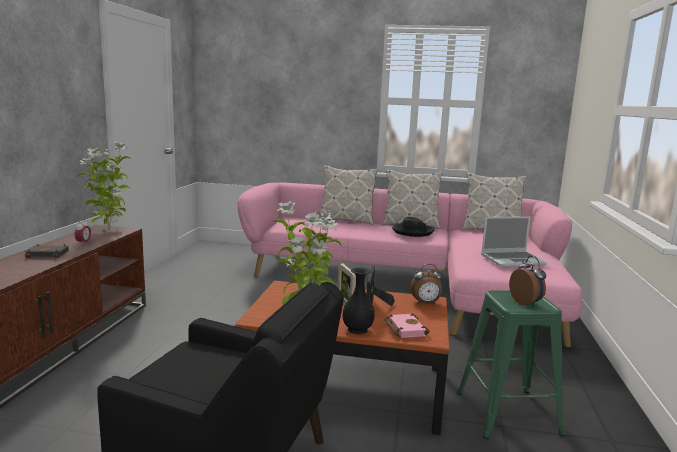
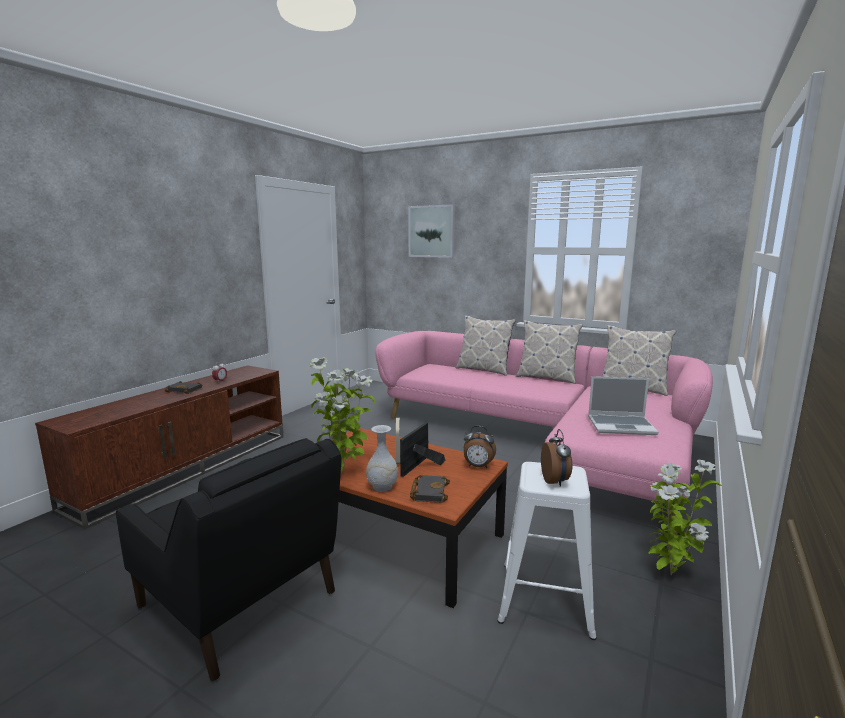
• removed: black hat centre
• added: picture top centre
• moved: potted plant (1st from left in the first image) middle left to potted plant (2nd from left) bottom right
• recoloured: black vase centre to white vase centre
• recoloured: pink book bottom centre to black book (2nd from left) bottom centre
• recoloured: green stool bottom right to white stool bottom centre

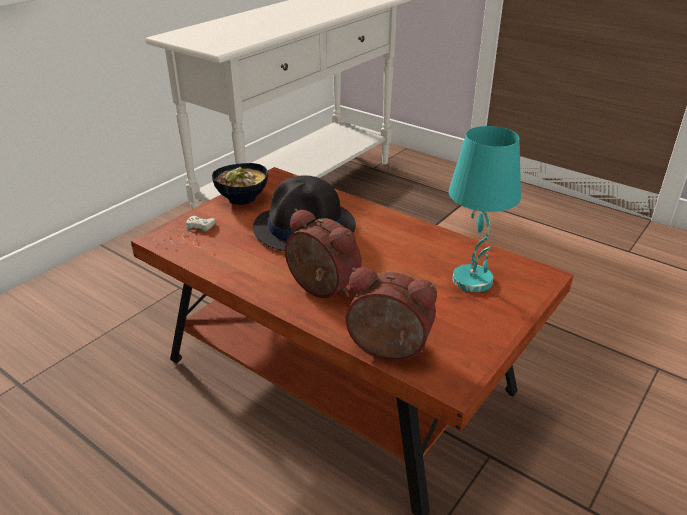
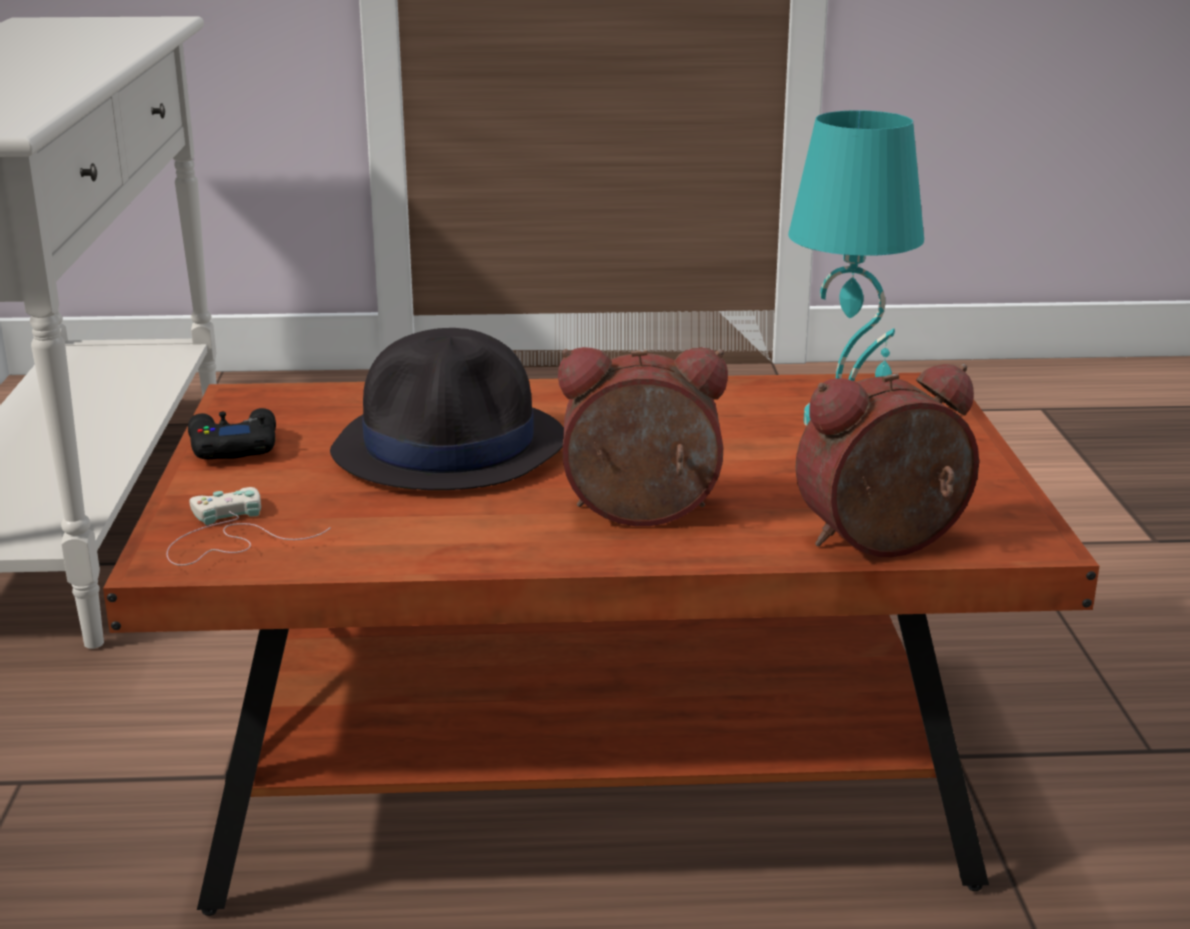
• replaced: bowl centre to black game controller middle left

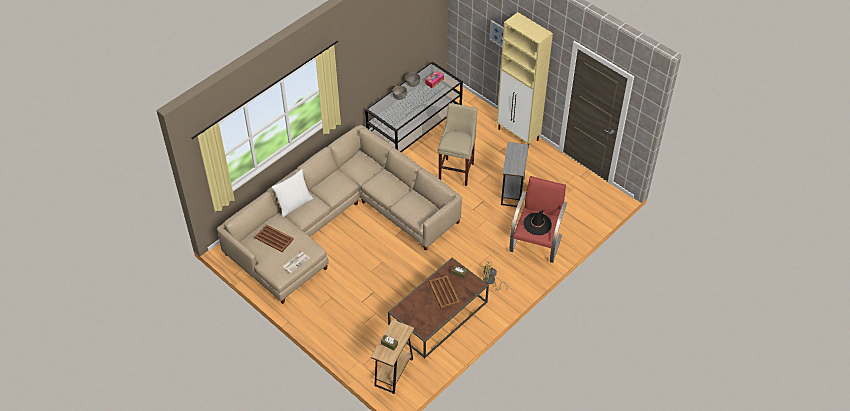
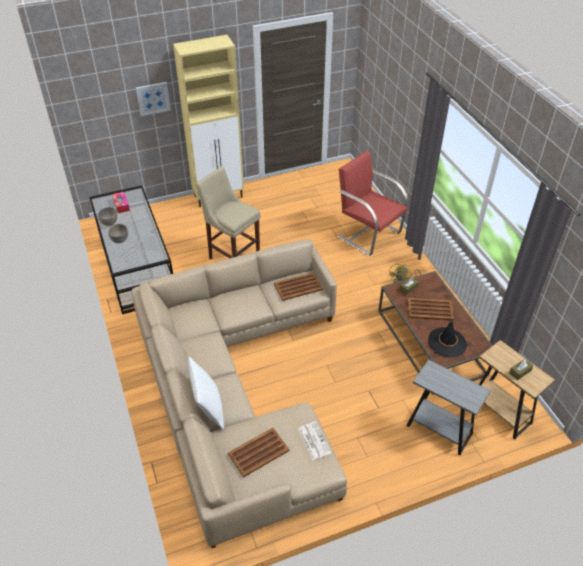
• added: brown tray (2nd from left) centre
• moved: grey side table centre to bottom right
• moved: black hat centre to middle right

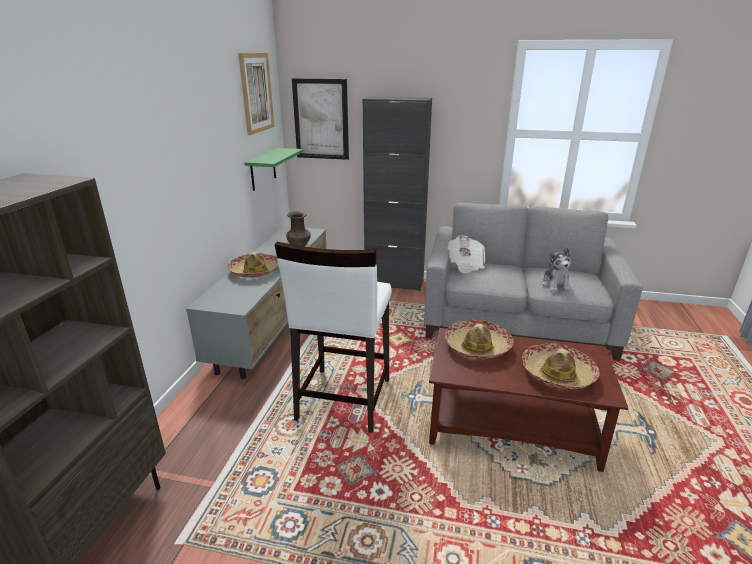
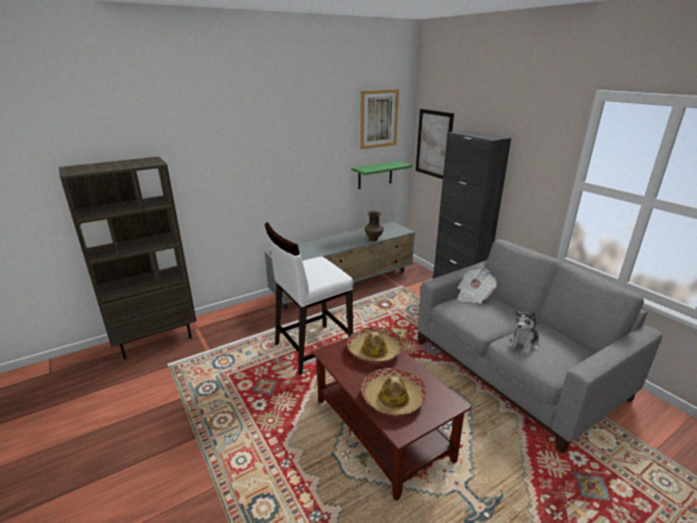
• removed: hat (1st from left) centre

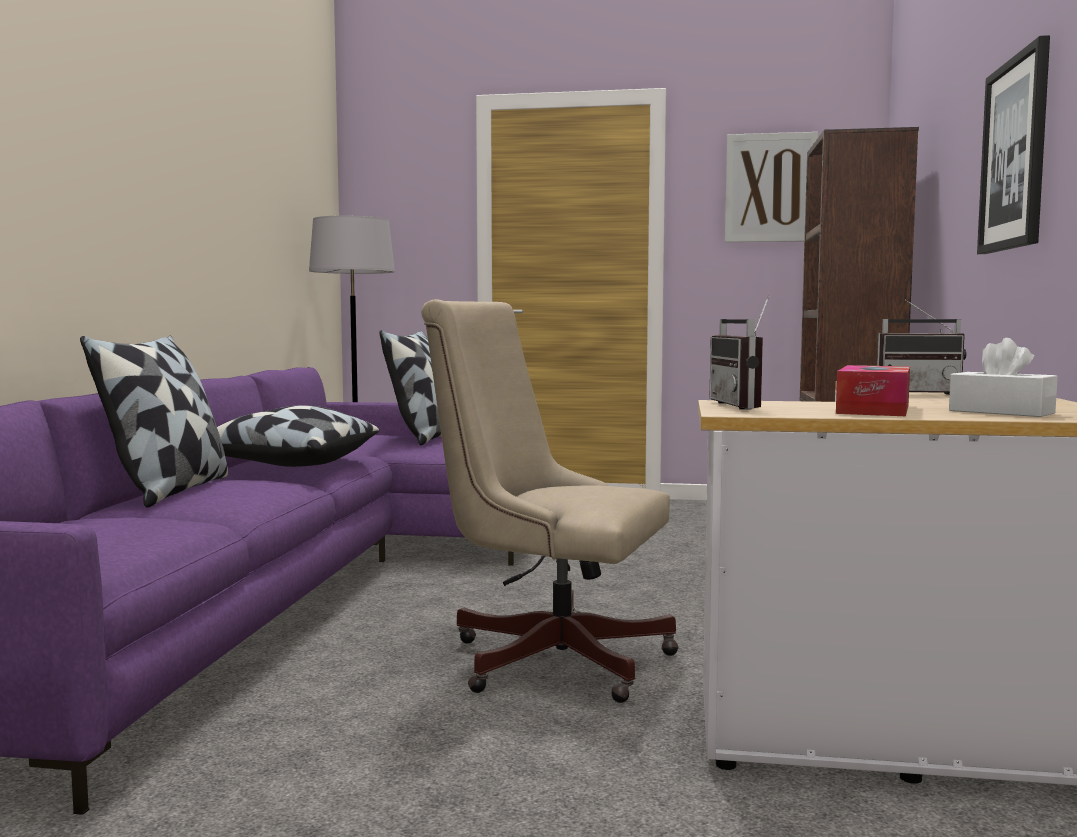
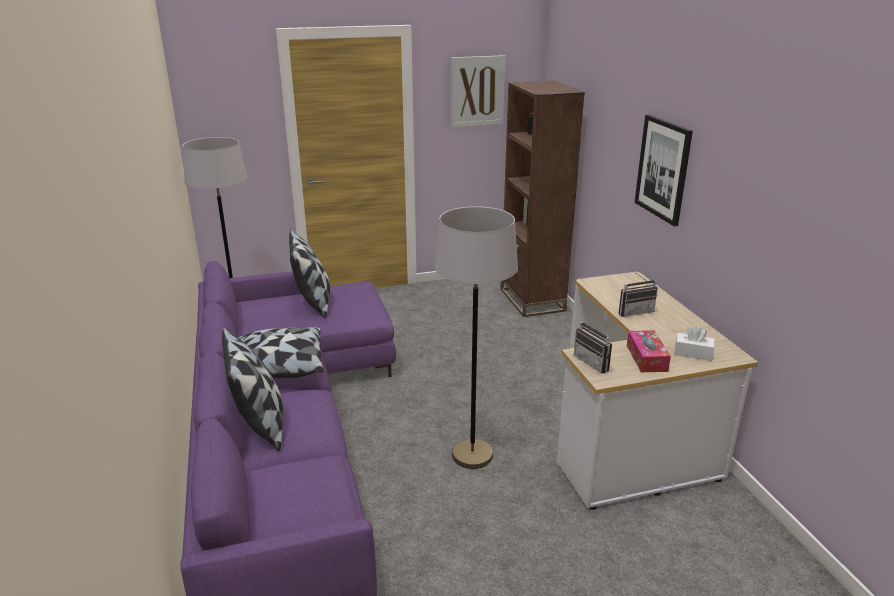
• replaced: beige office chair centre to grey floor lamp (2nd from left) centre

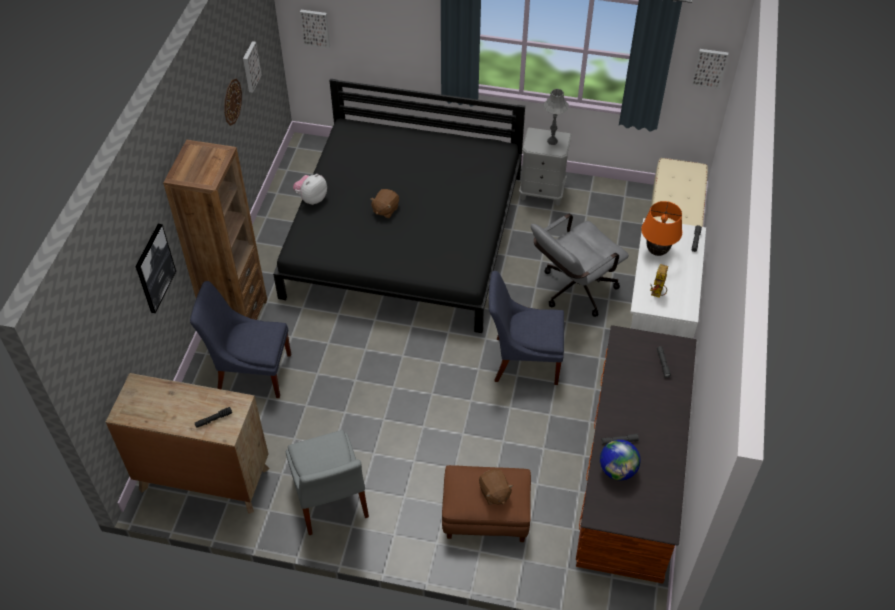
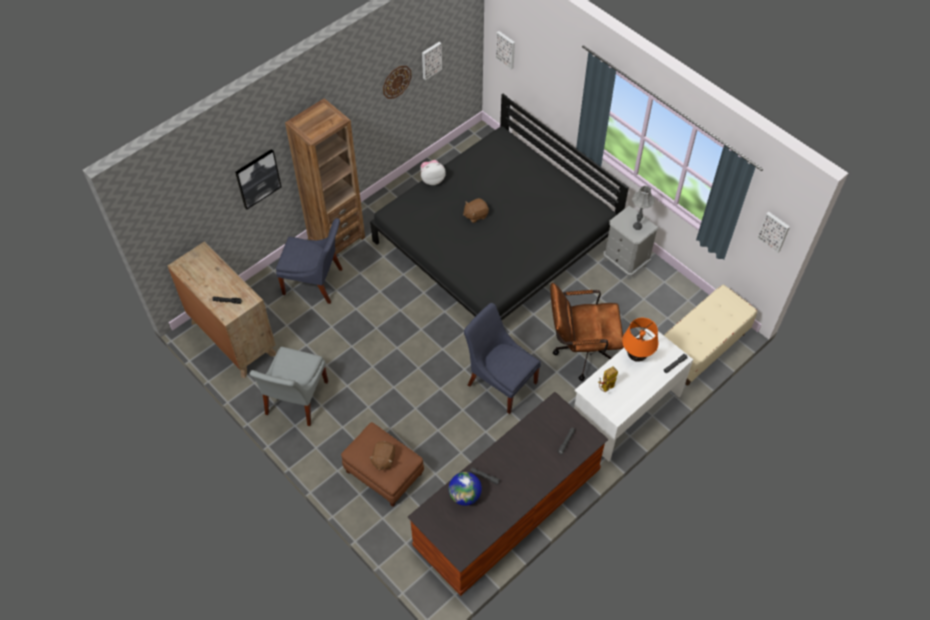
• recoloured: grey office chair centre to brown office chair centre
• turned: blue chair (1st from left) middle left = middle left 150 degrees clockwise

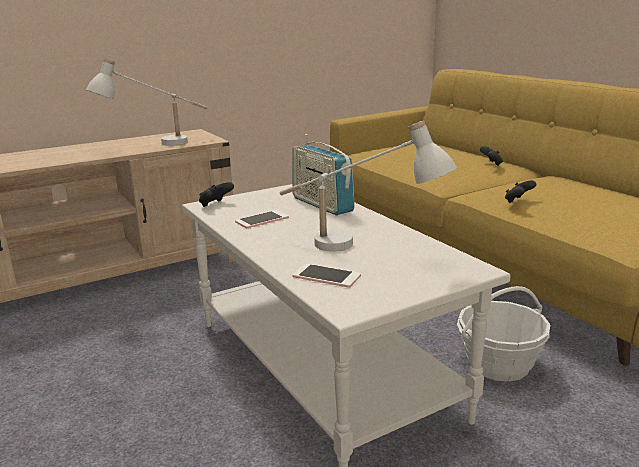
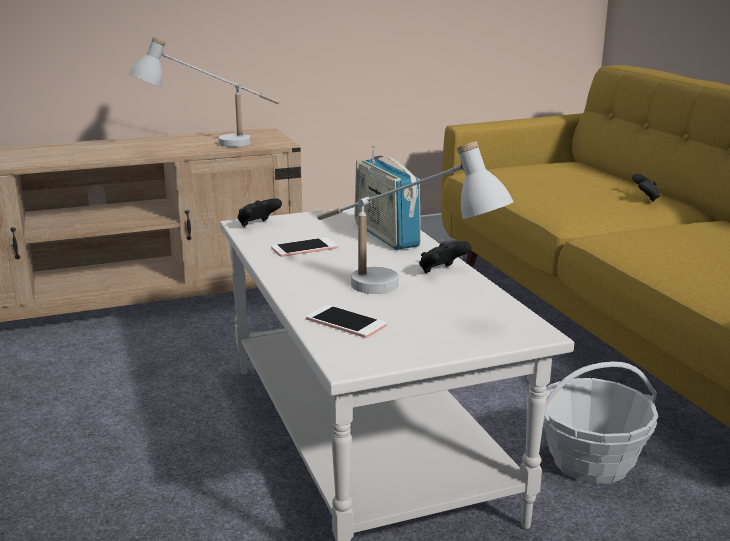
• moved: black game controller (3rd from left in the first image) middle right to black game controller (2nd from left) centre

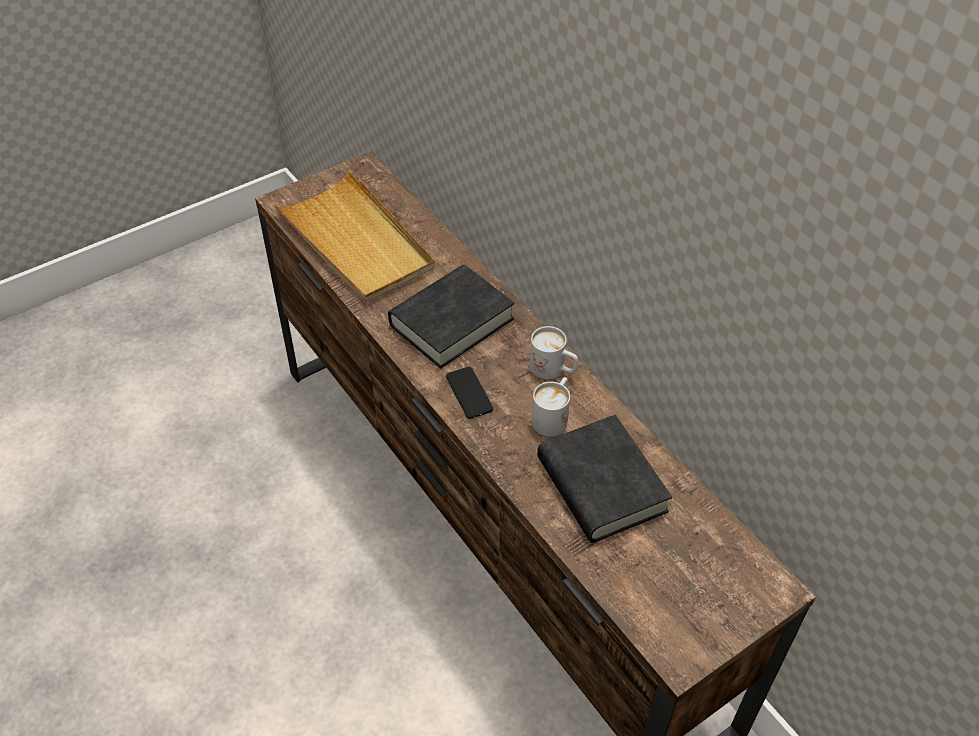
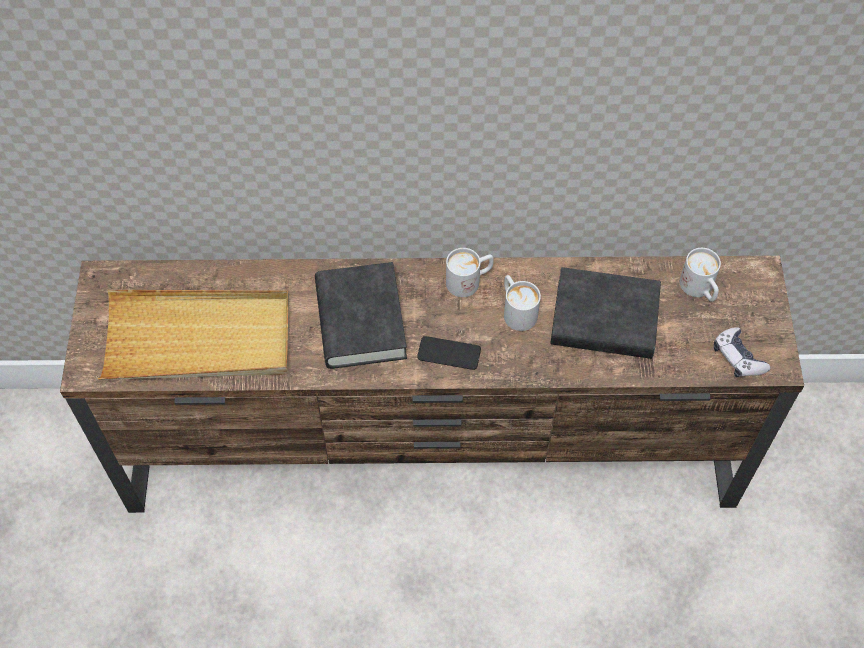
• added: white mug (3rd from left) middle right
• added: game controller middle right

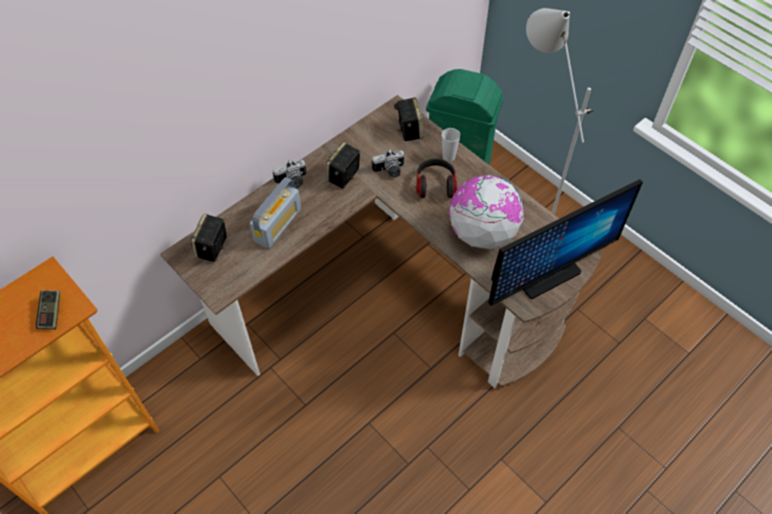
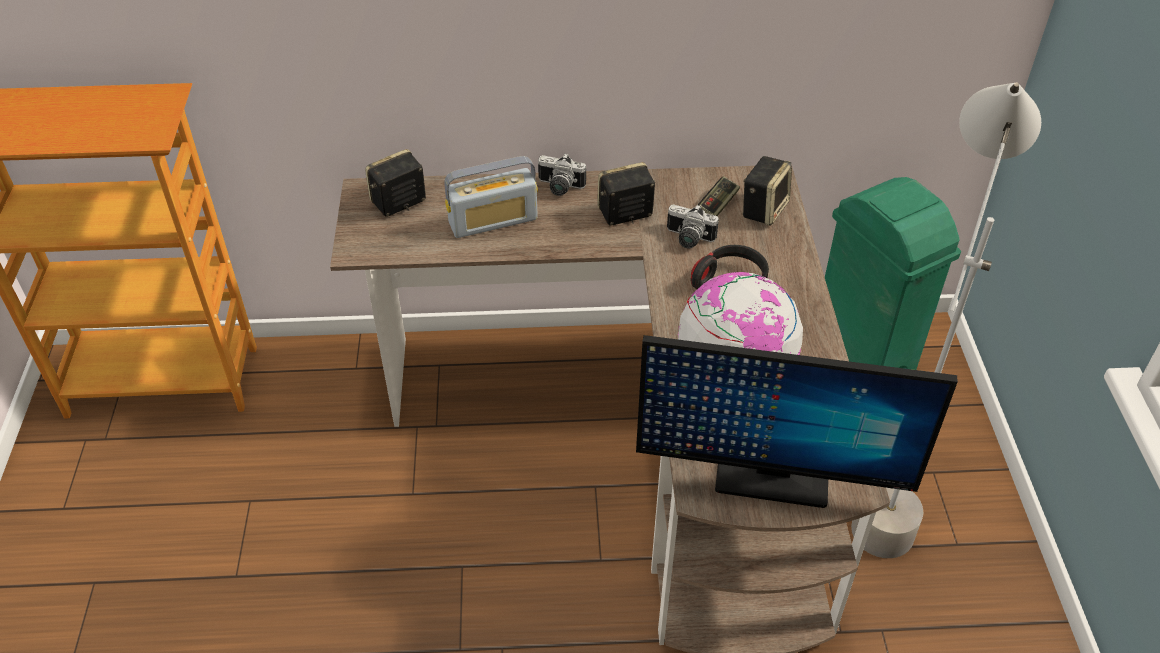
• removed: cup top centre
• moved: game controller middle left to top centre

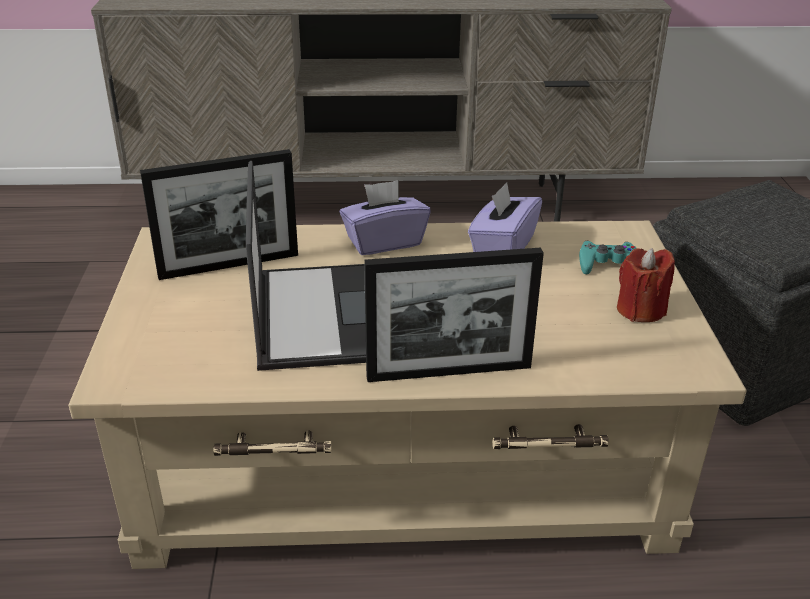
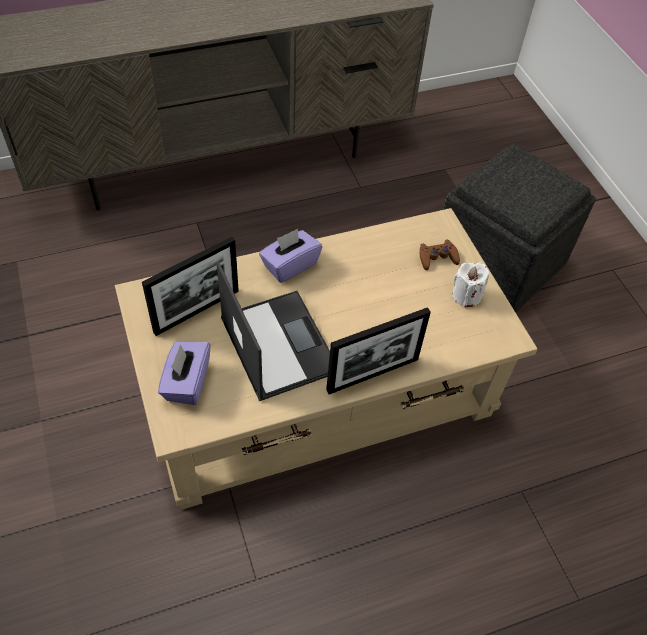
• moved: purple tissue box (2nd from left in the first image) centre to purple tissue box (1st from left) middle left
• recoloured: turquoise game controller middle right to brown game controller middle right
• recoloured: red candle middle right to white candle middle right

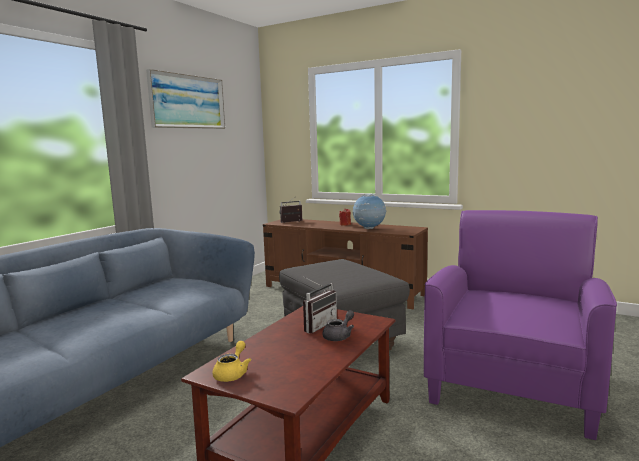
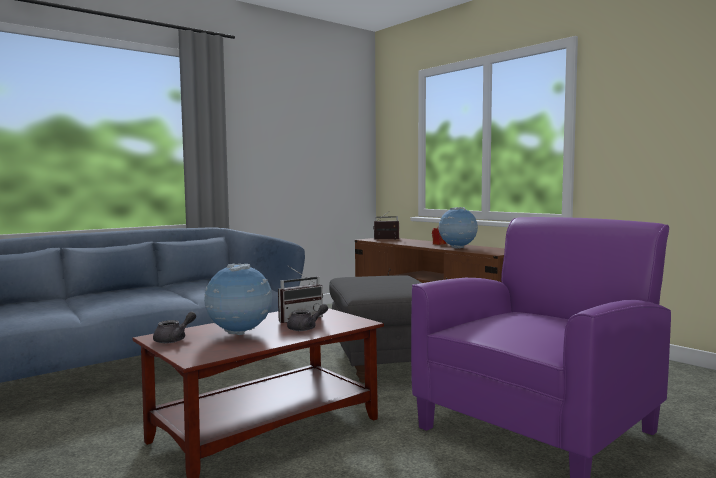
• removed: picture top left
• added: globe (1st from left) middle left
• recoloured: yellow teapot bottom centre to grey teapot (1st from left) bottom left

